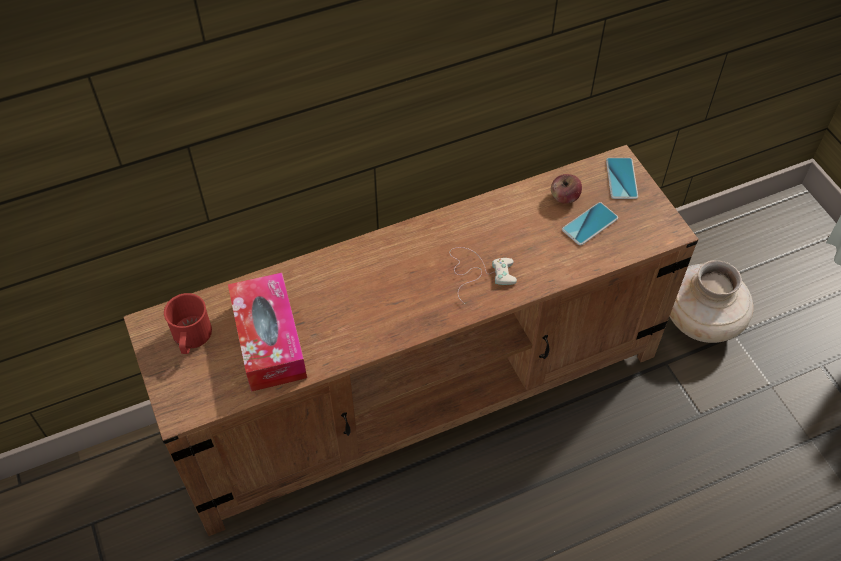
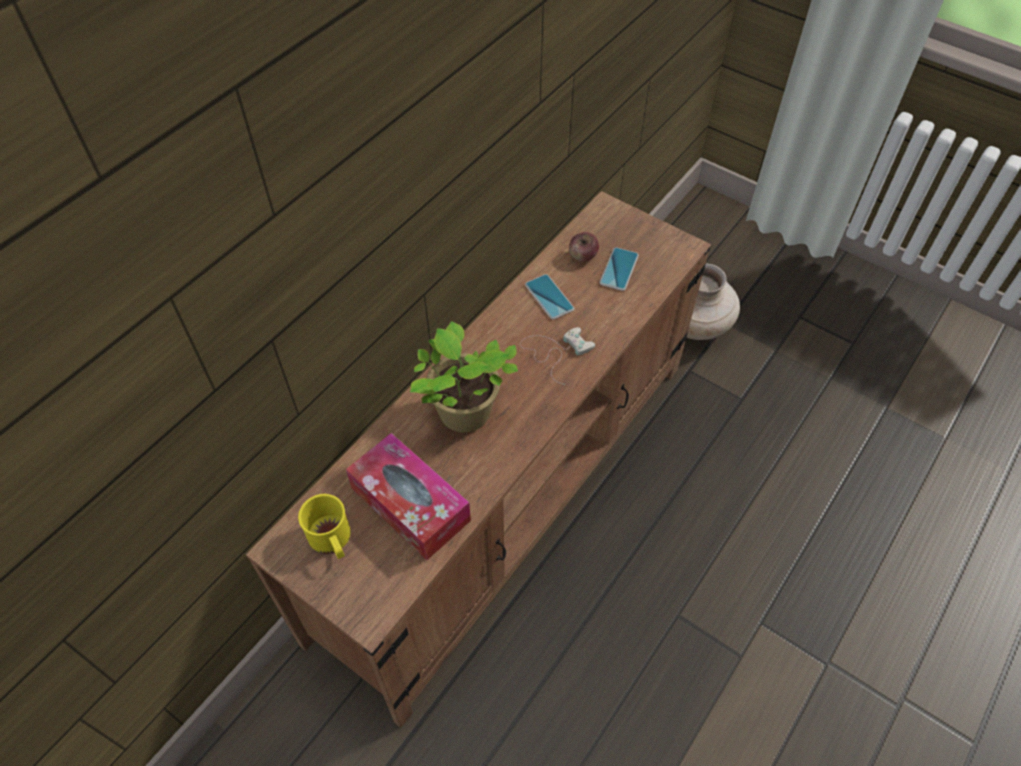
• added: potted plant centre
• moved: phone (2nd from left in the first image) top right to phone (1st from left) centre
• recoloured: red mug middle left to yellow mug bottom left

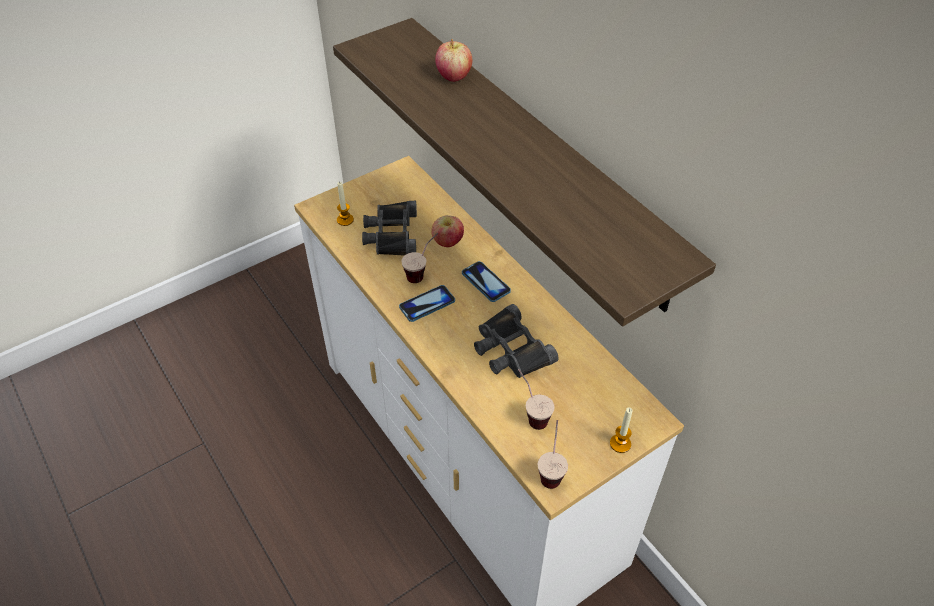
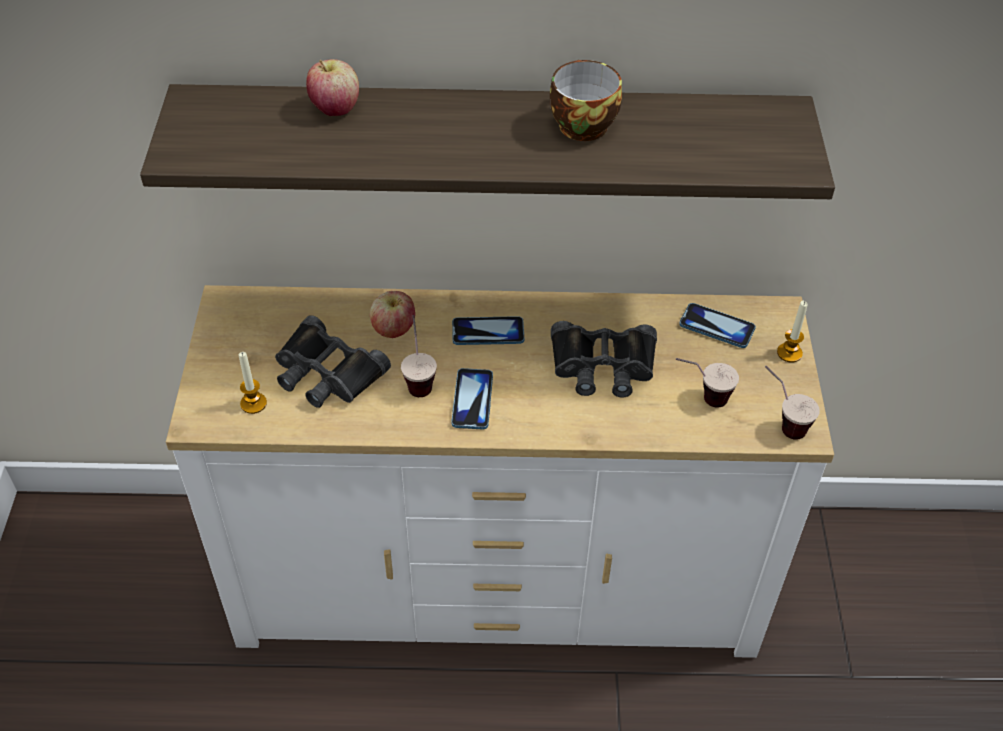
• added: cup (2nd from left) top centre
• added: phone (3rd from left) middle right

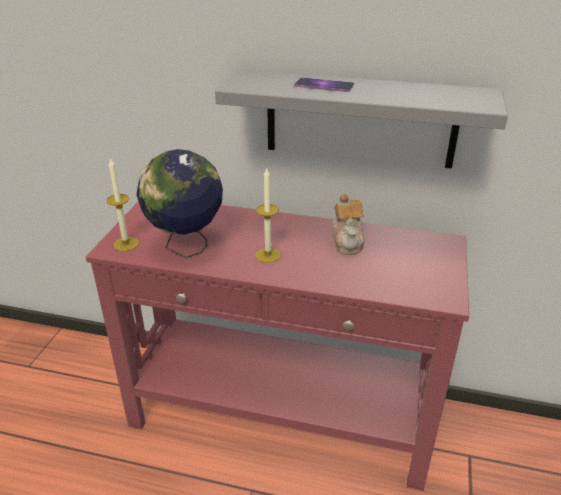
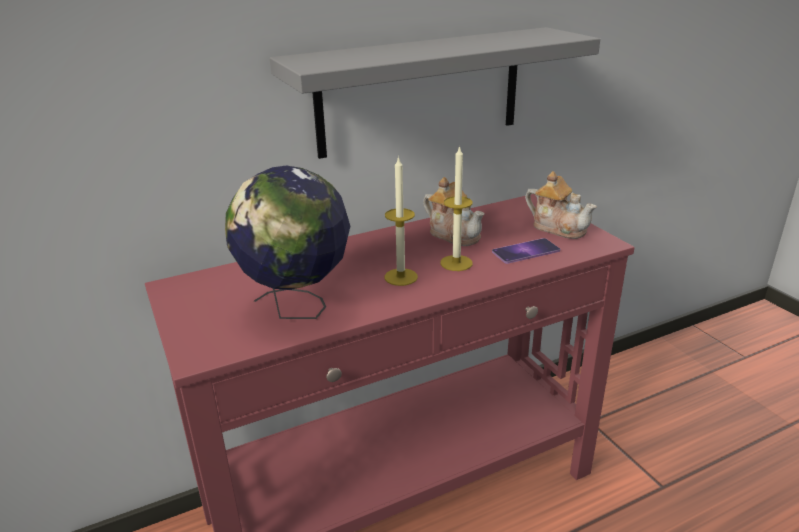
• added: teapot (2nd from left) middle right
• moved: candle (1st from left in the first image) middle left to candle (2nd from left) centre
• moved: phone top centre to centre

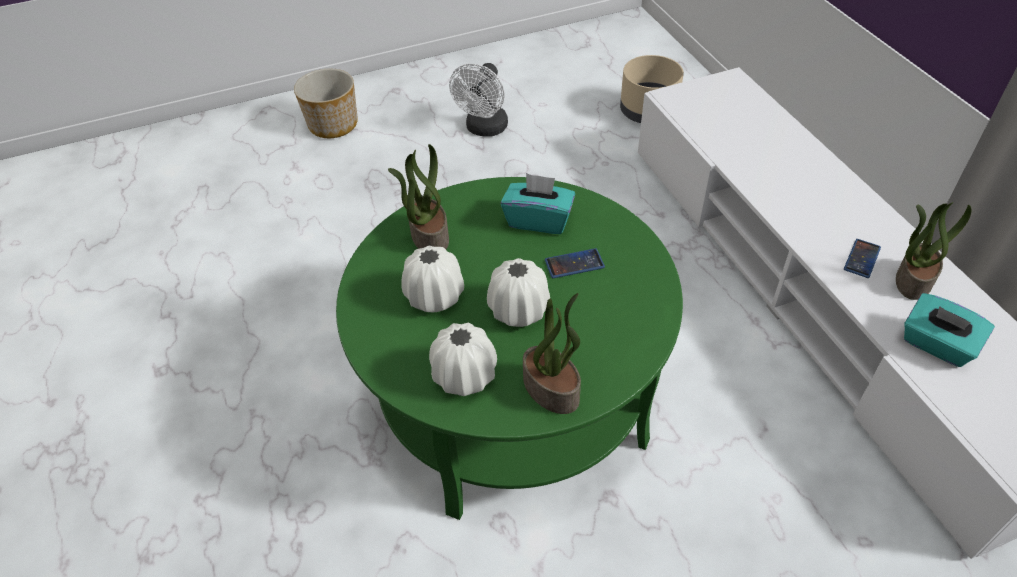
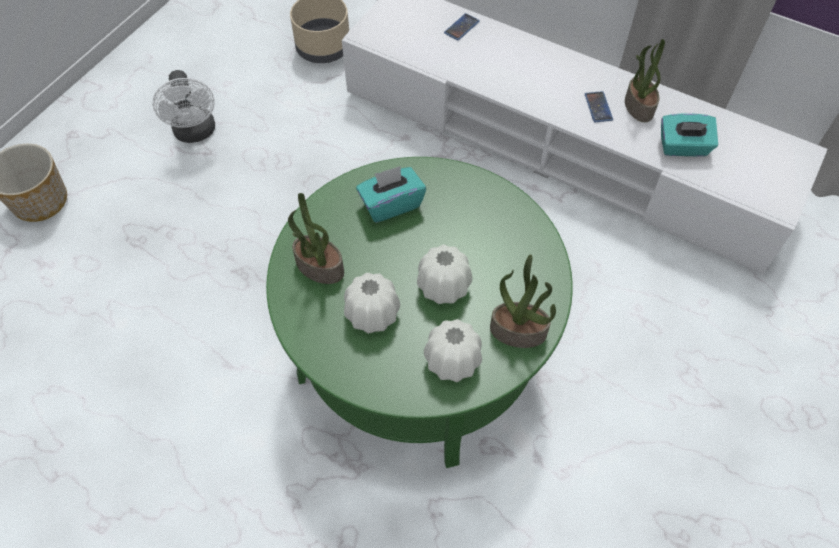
• moved: phone (1st from left) centre to top centre

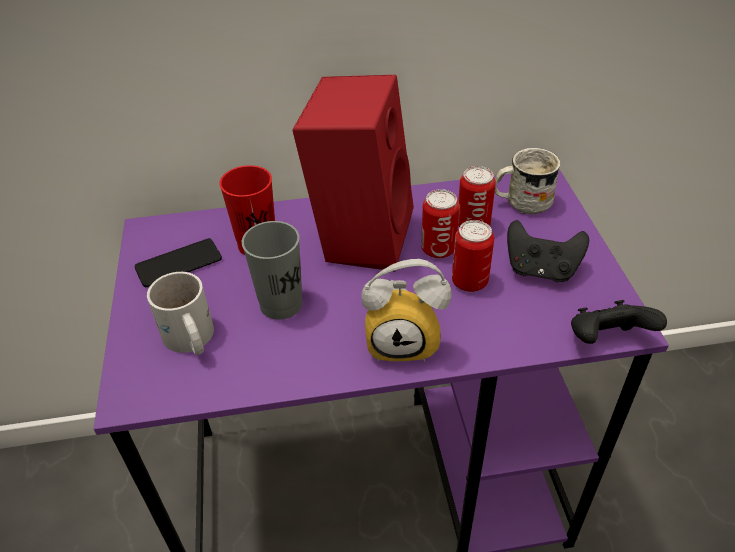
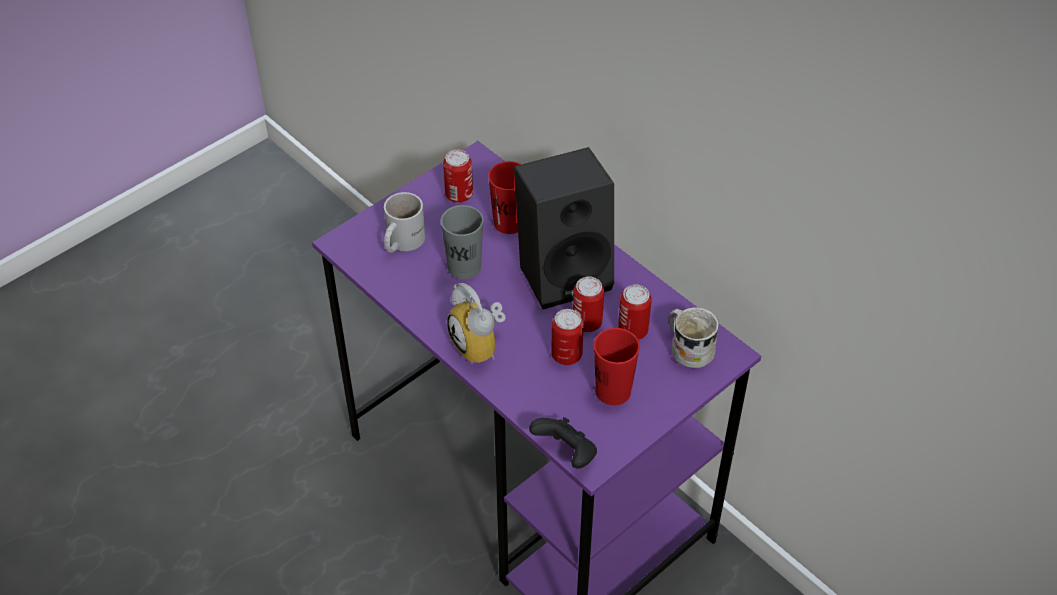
• replaced: phone middle left to can (1st from left) top centre
• replaced: black game controller (1st from left) middle right to red cup (2nd from left) centre
• recoloured: red speaker top centre to black speaker centre

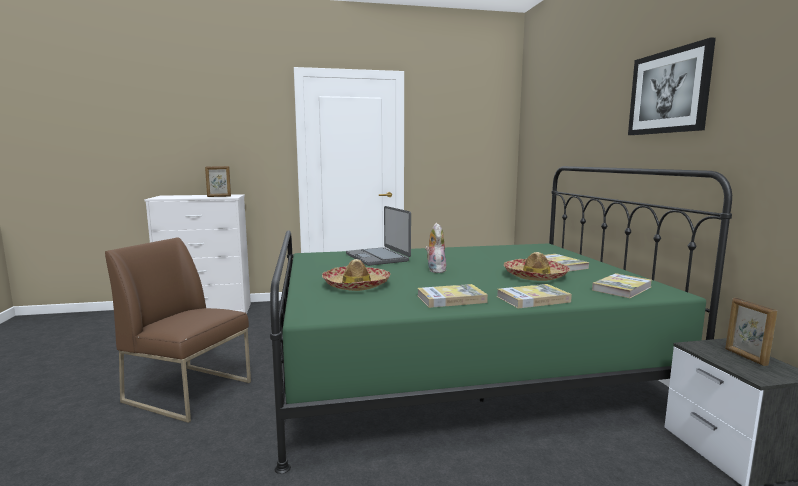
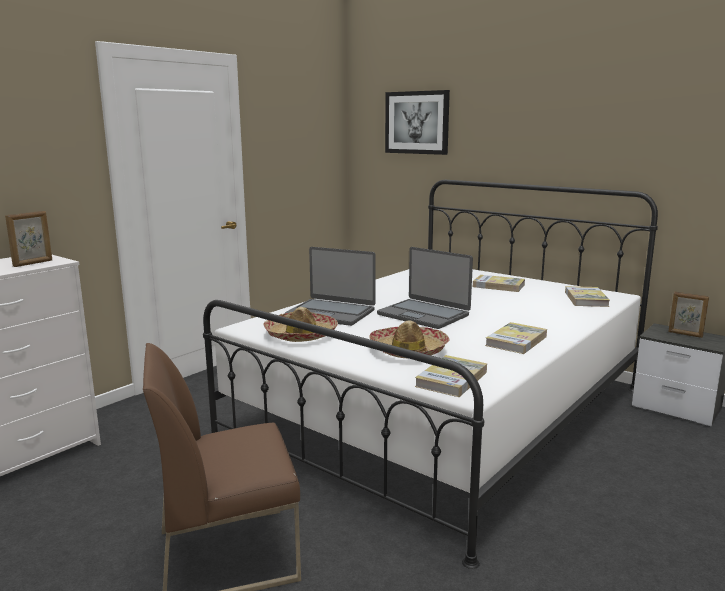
• moved: book (2nd from left in the first image) middle right to book (1st from left) centre
• moved: hat (2nd from left in the first image) middle right to hat (1st from left) centre
• moved: picture top right to top centre
• replaced: plush toy centre to laptop (2nd from left) centre
• recoloured: green bed centre to white bed centre

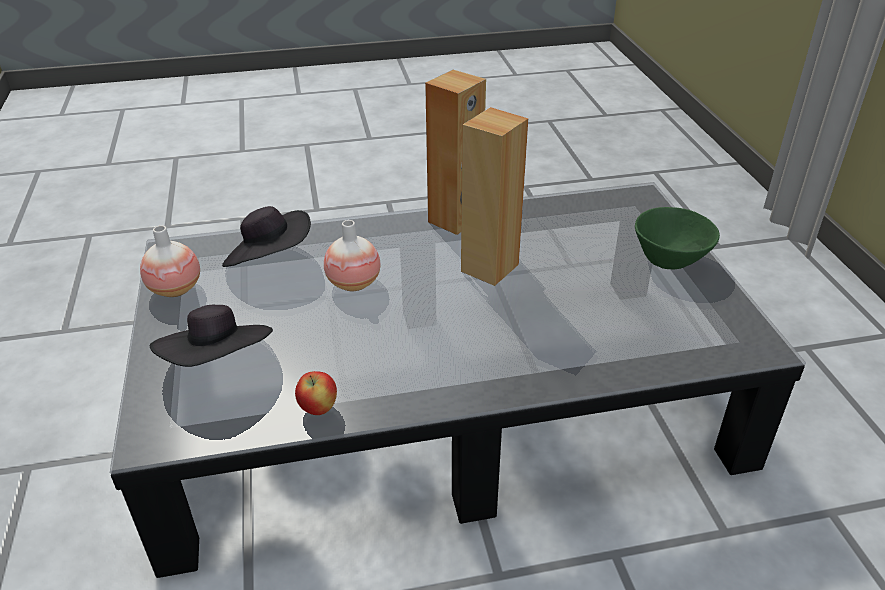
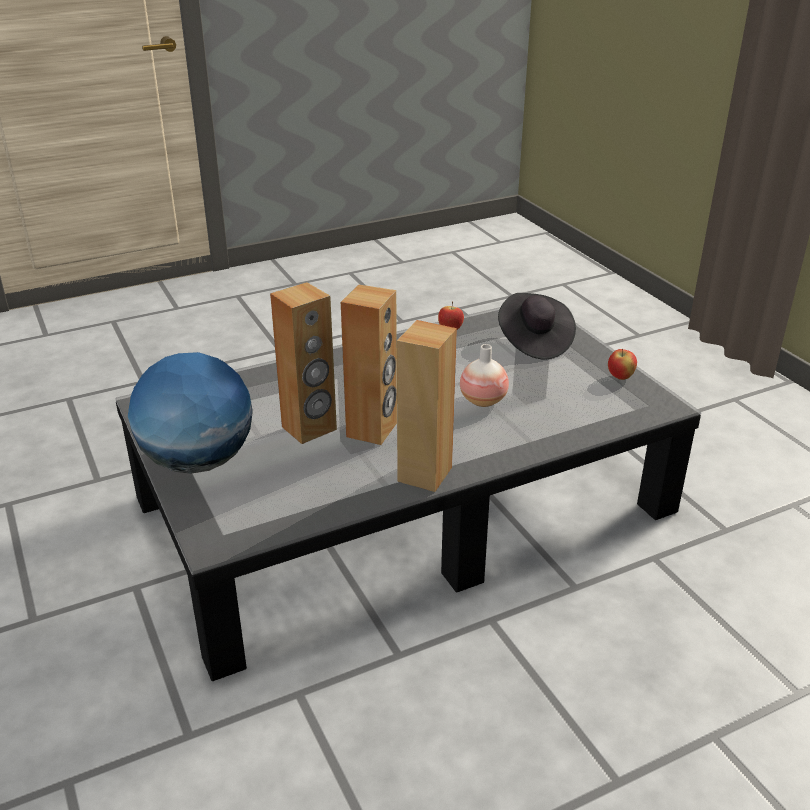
• removed: black hat (2nd from left) middle left
• added: brown speaker (1st from left) centre
• replaced: vase (1st from left) middle left to apple (2nd from left) middle right
• replaced: green bowl middle right to globe middle left

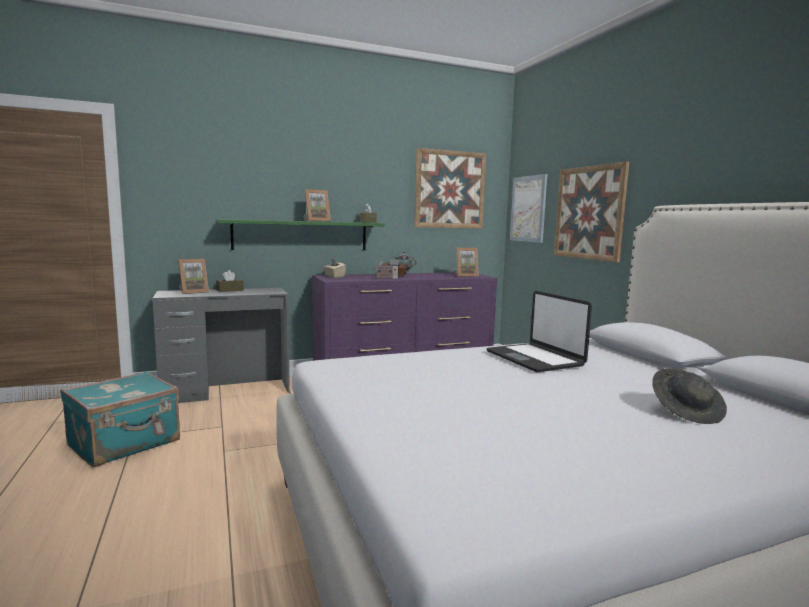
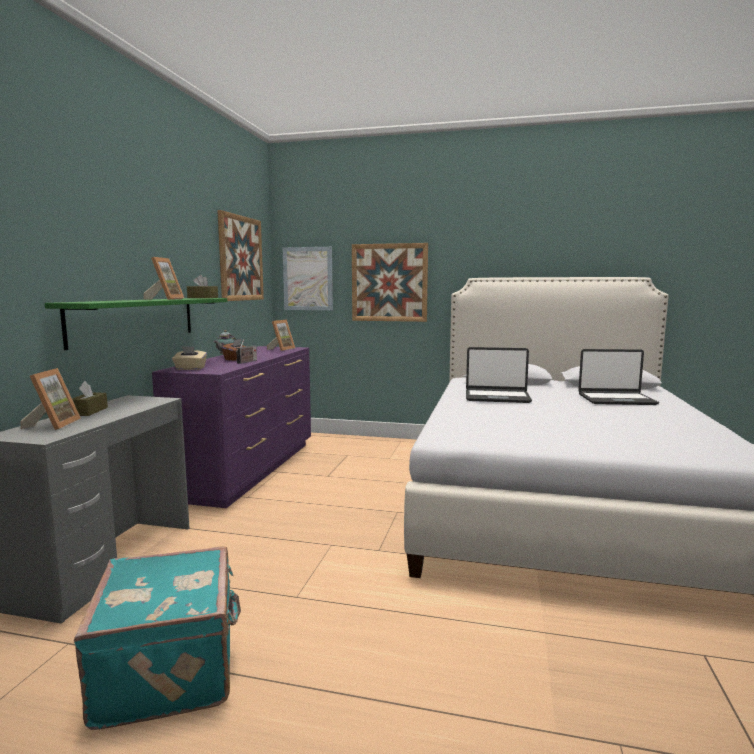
• replaced: grey hat middle right to laptop (2nd from left) middle right

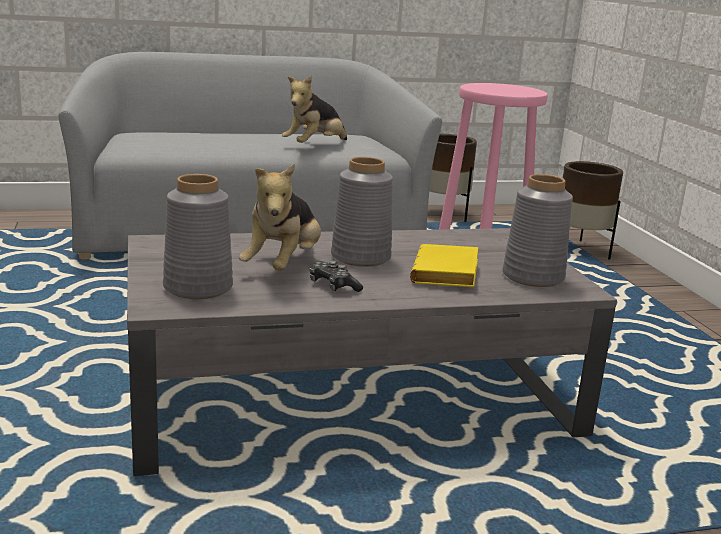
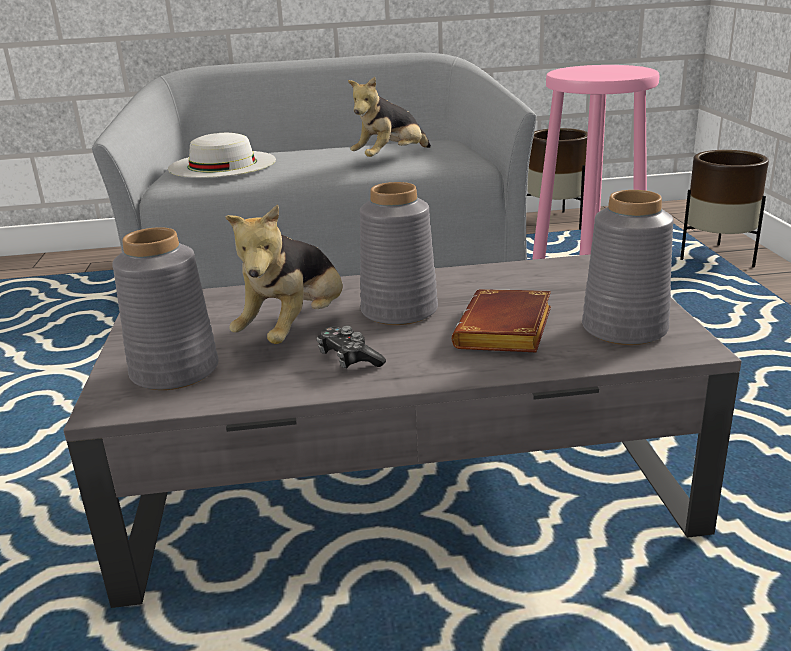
• added: white hat top left
• recoloured: yellow book centre to brown book centre

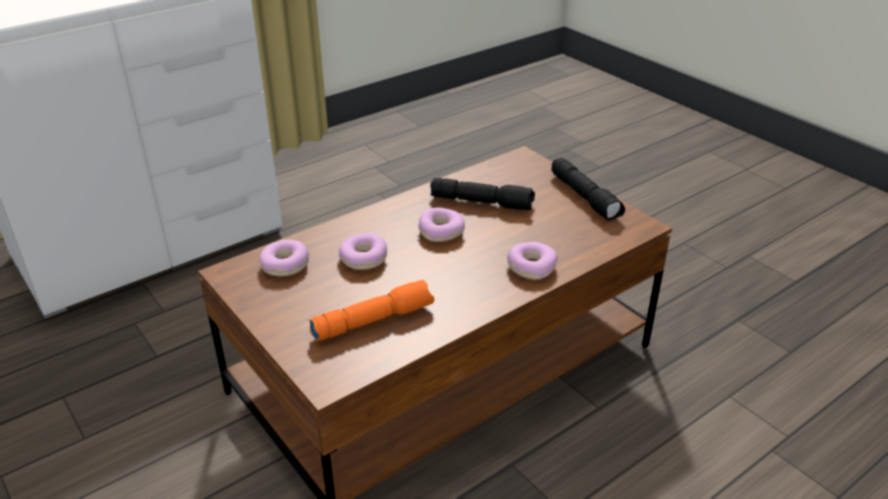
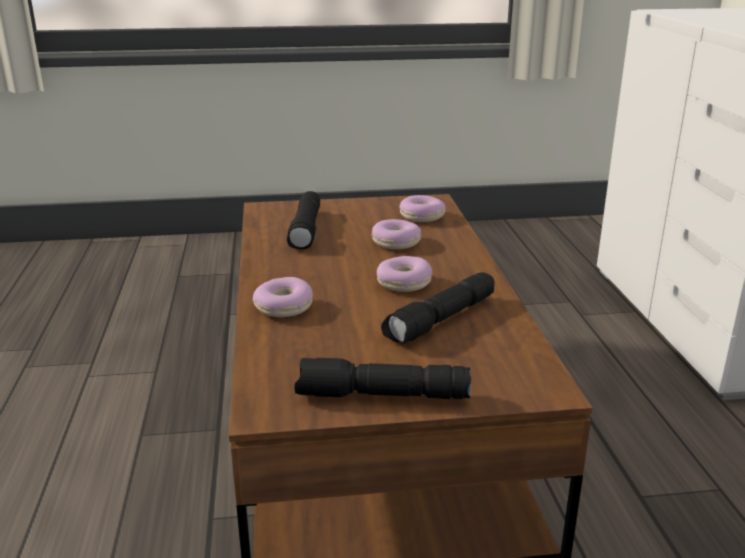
• recoloured: orange flashlight centre to black flashlight (1st from left) centre

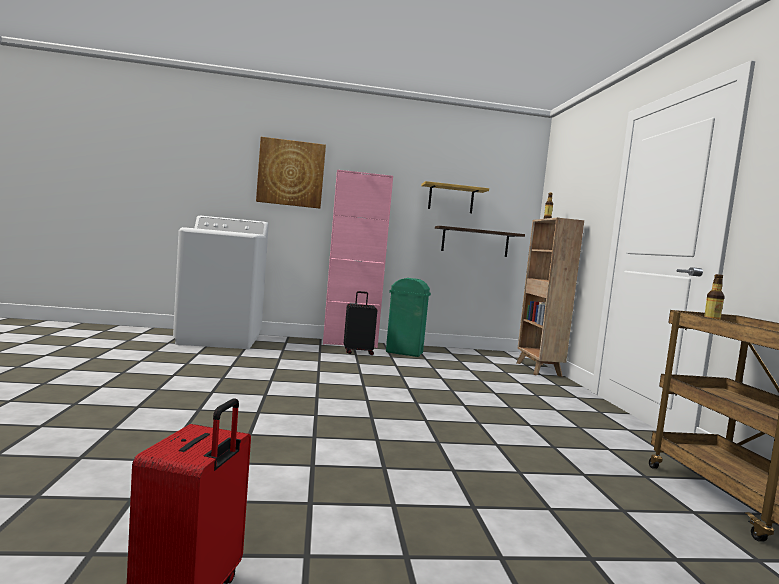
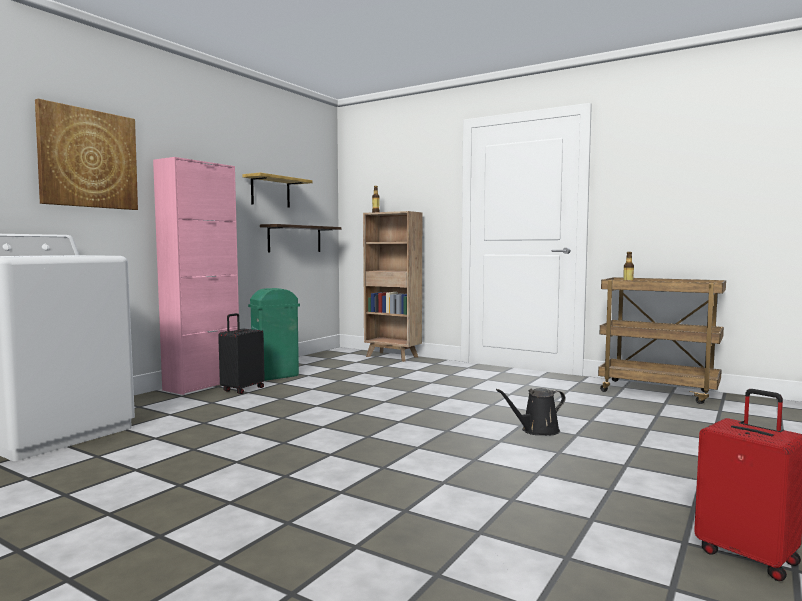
• added: black watering can bottom centre

